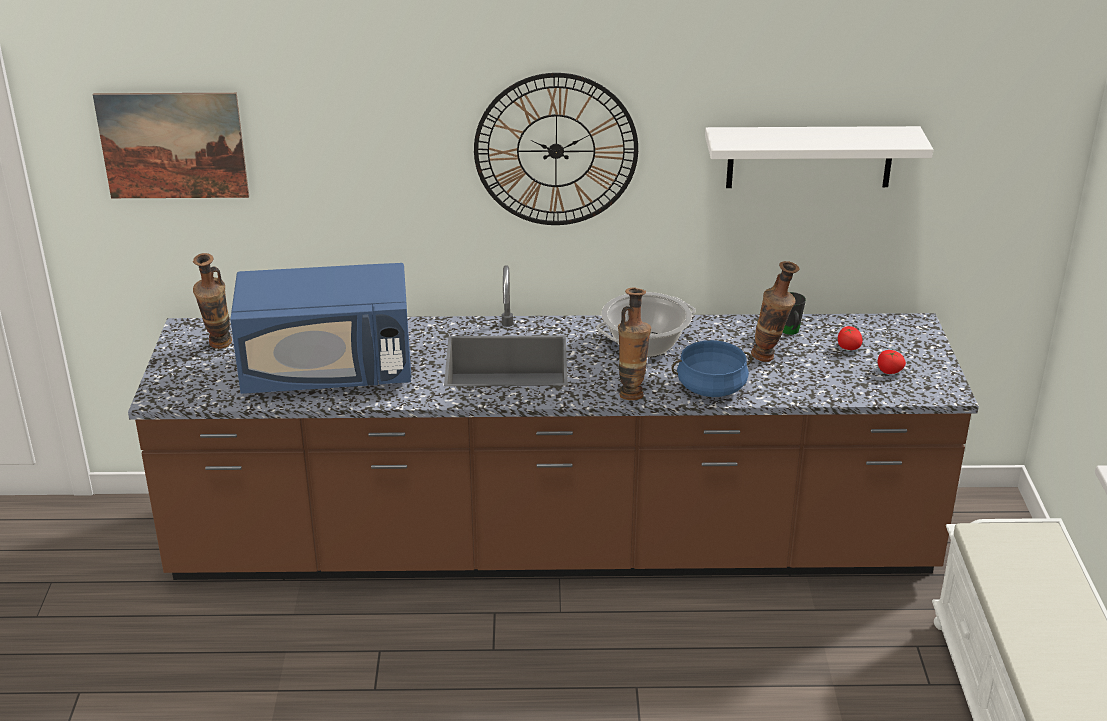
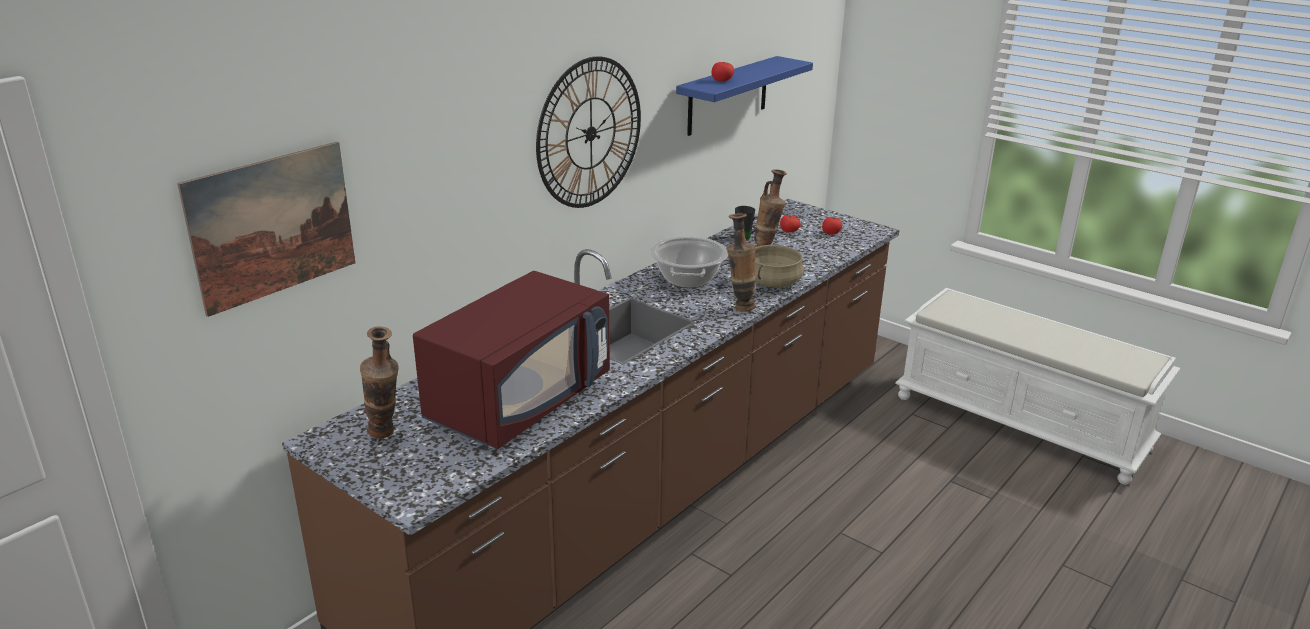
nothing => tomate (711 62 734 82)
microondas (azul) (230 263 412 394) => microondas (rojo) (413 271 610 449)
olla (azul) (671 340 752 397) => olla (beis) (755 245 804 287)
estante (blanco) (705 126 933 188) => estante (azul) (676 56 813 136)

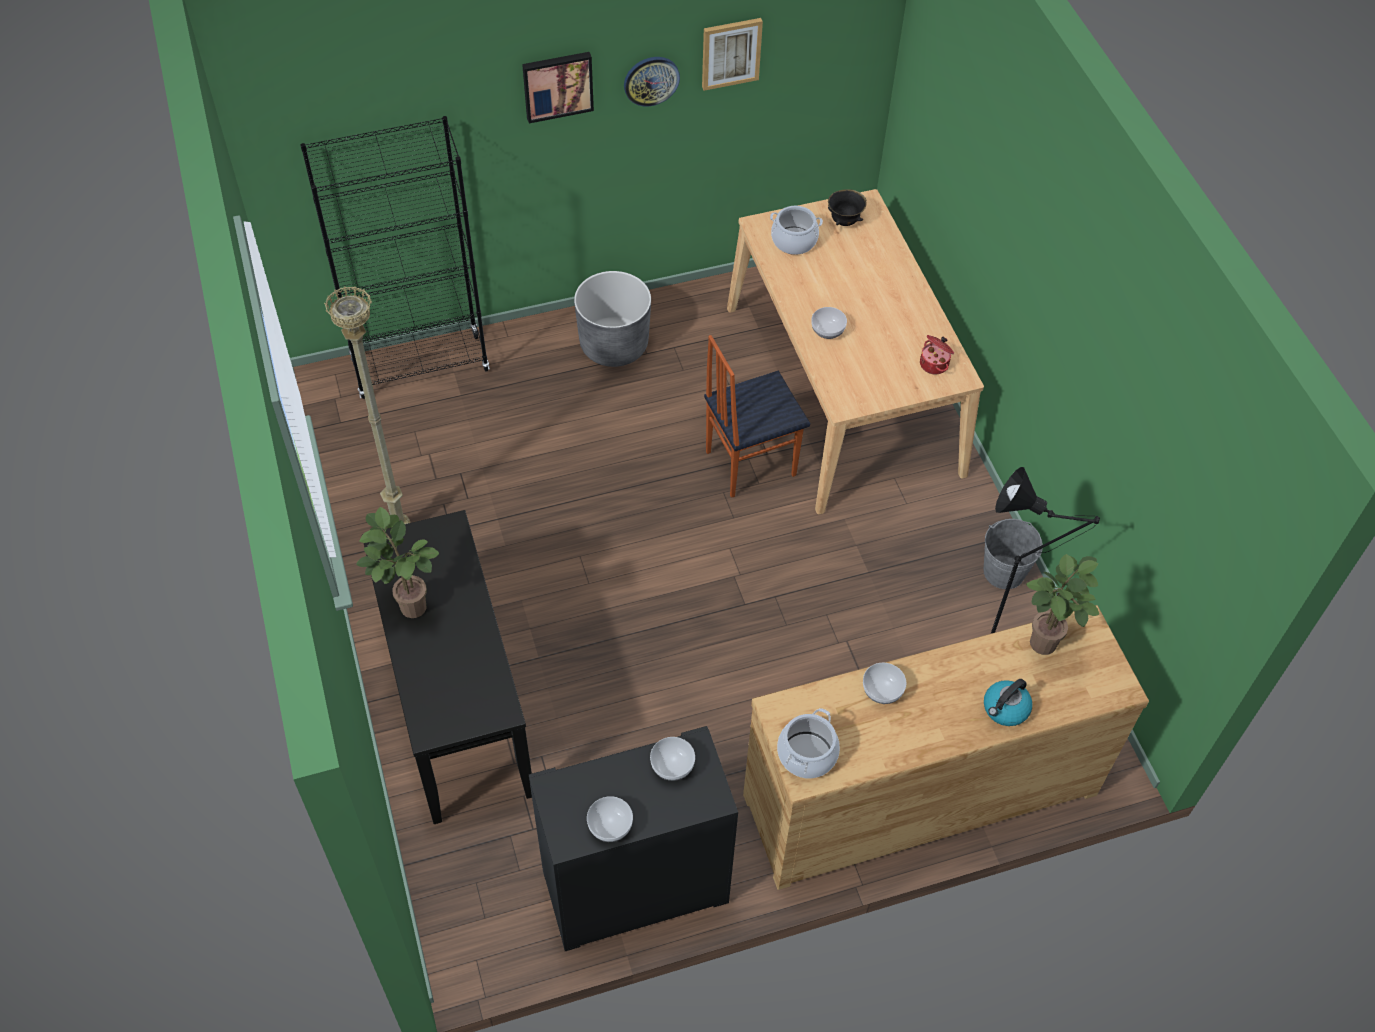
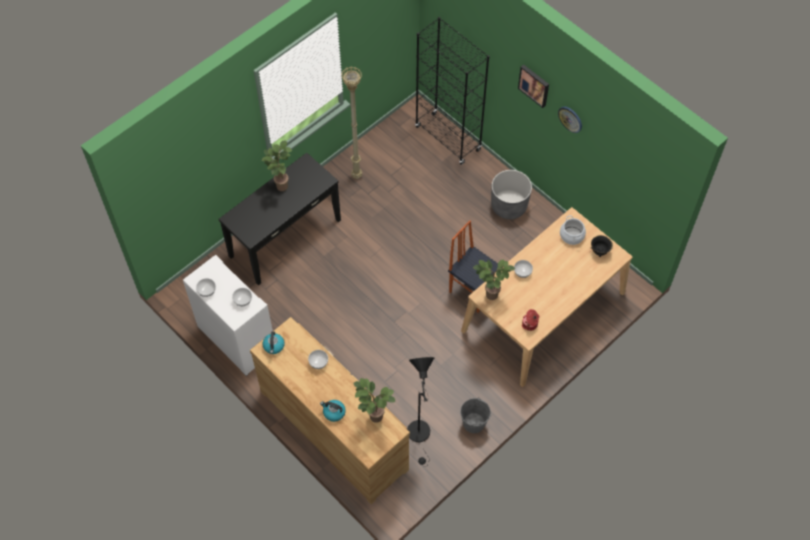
cuadro (702 18 763 91) => nothing
nothing => planta en maceta (473 260 515 300)
olla (777 708 840 778) => hervidor (263 331 285 354)
armario (negro) (529 726 738 951) => armario (blanco) (183 255 273 376)

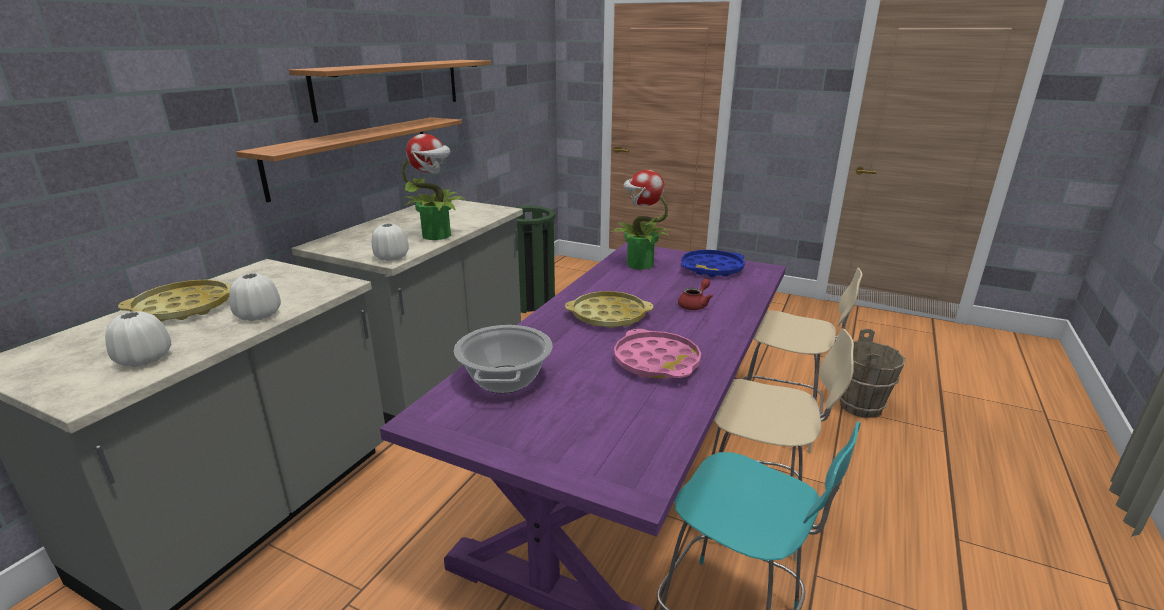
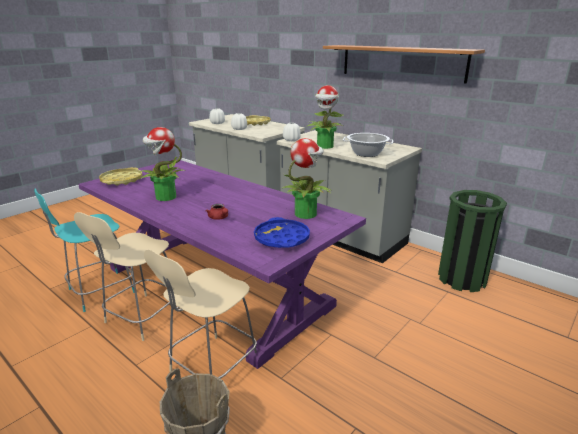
estante (236 117 462 202) => nothing
olla (454 325 553 393) => olla (343 133 394 157), moved
bandeja (amarillo) (565 291 653 328) => bandeja (amarillo) (99 167 142 186), moved
bandeja (rosa) (614 329 701 379) => planta en maceta (139 127 186 201)

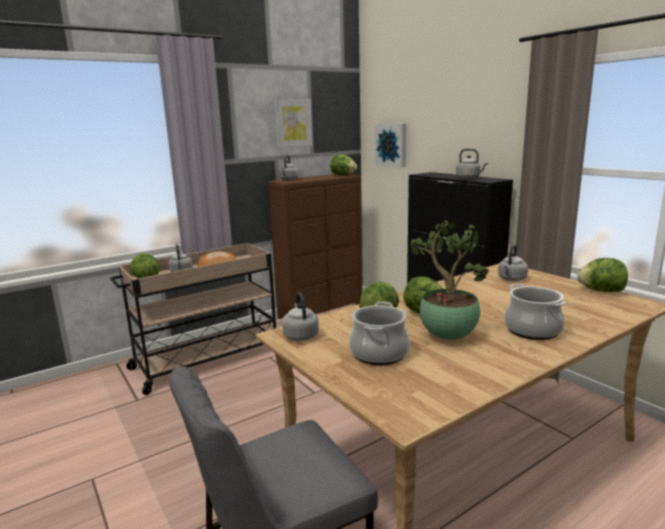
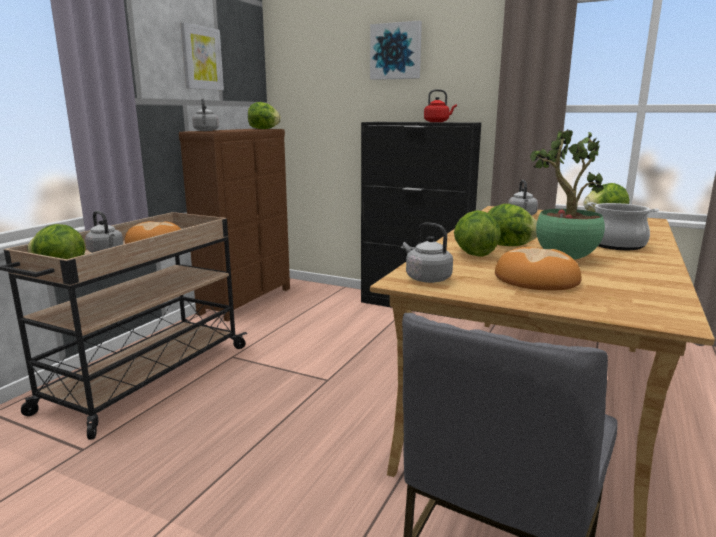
cuadro (375 124 406 167) => cuadro (370 21 422 80), moved
olla (349 302 410 365) => pan (495 247 582 291)
hervidor (gris) (456 149 488 179) => hervidor (rojo) (424 89 457 122)

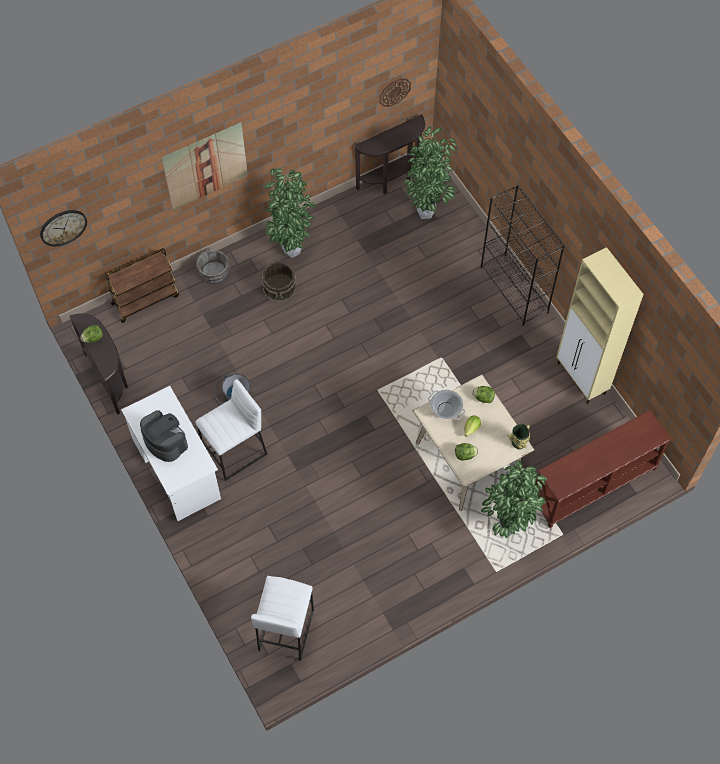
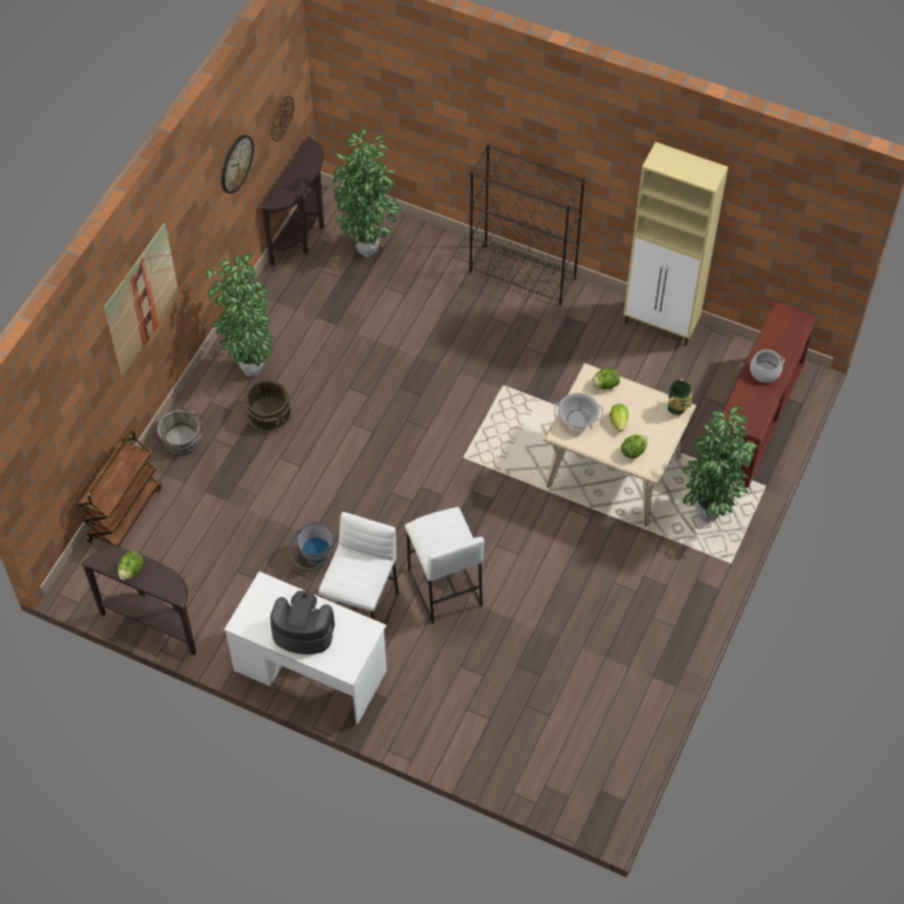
nothing => olla (750 349 785 383)
reloj de pared (40 210 87 246) => reloj de pared (221 135 254 194), moved
taburete (blanco) (251 576 314 661) => taburete (blanco) (405 507 484 624), moved

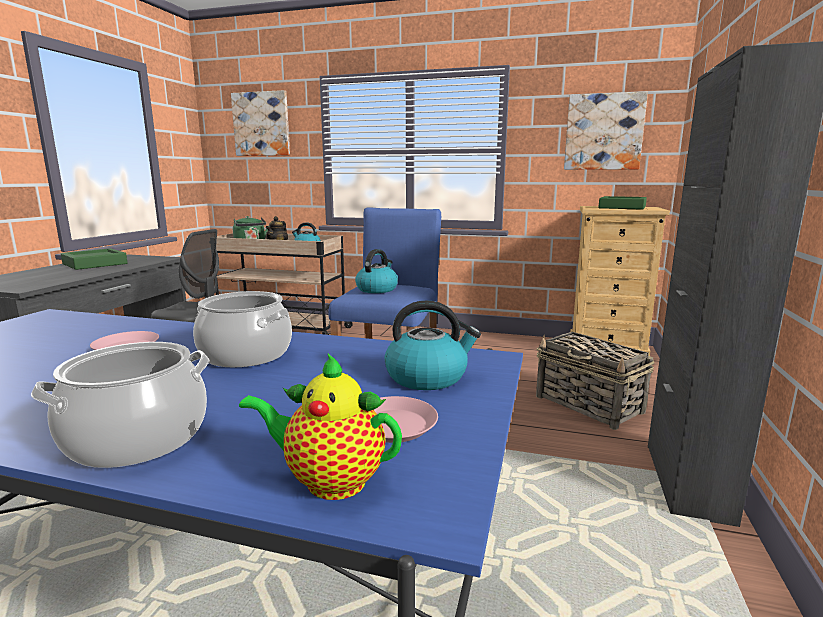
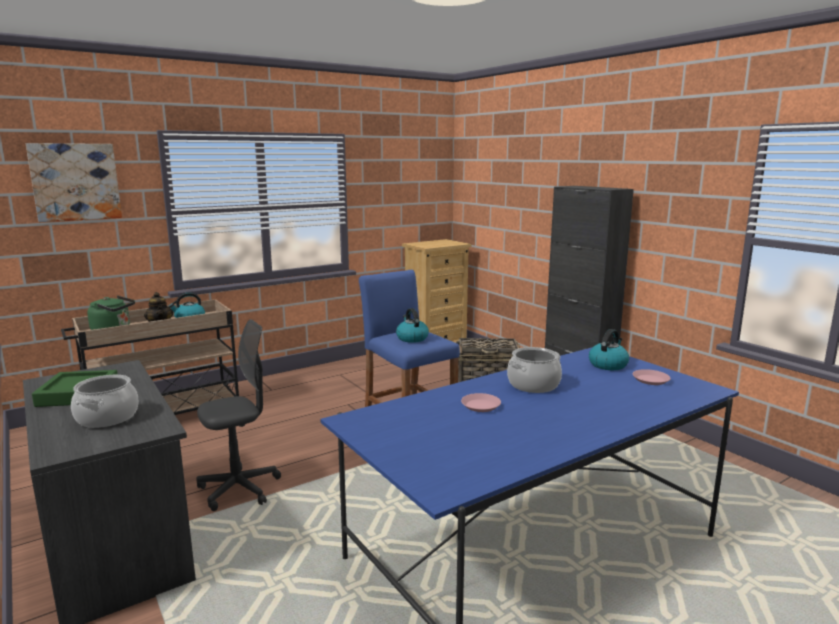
tetera (239 354 402 500) => nothing
cuadro (564 92 648 170) => nothing
bandeja (verde) (598 196 647 210) => nothing
olla (31 342 209 468) => olla (71 375 139 428), moved

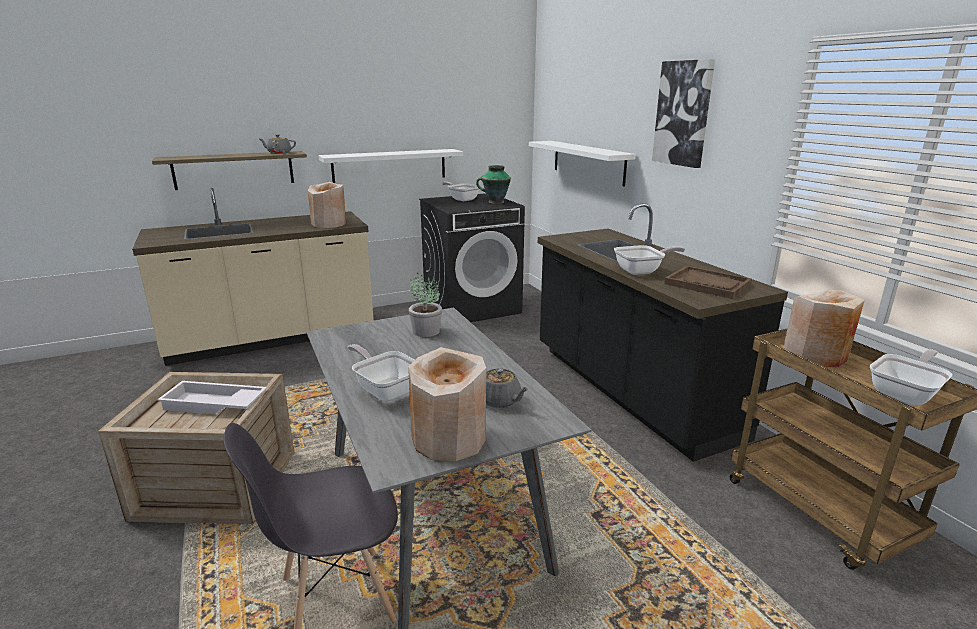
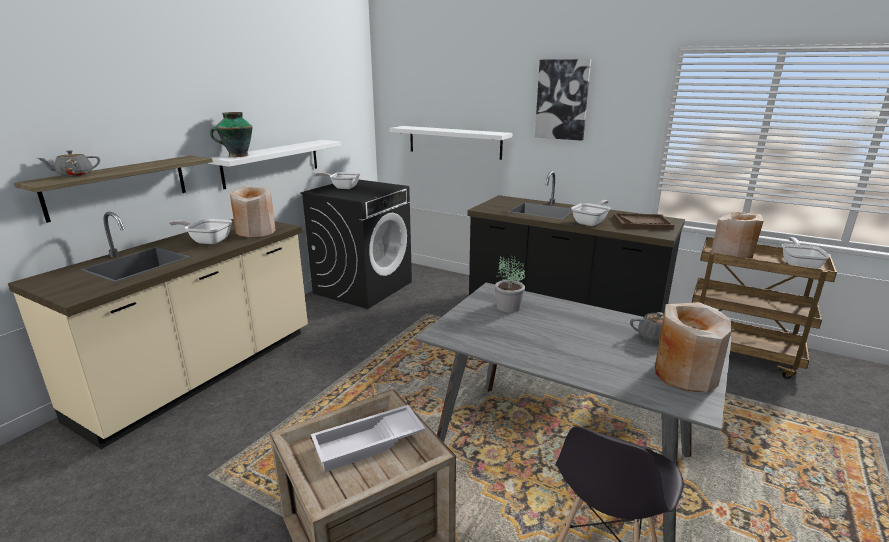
tetera (gris) (259 134 296 154) => tetera (gris) (37 150 100 177), moved
sartén (348 344 415 402) => sartén (169 219 232 244), moved
florero (476 165 511 204) => florero (210 112 252 157), moved

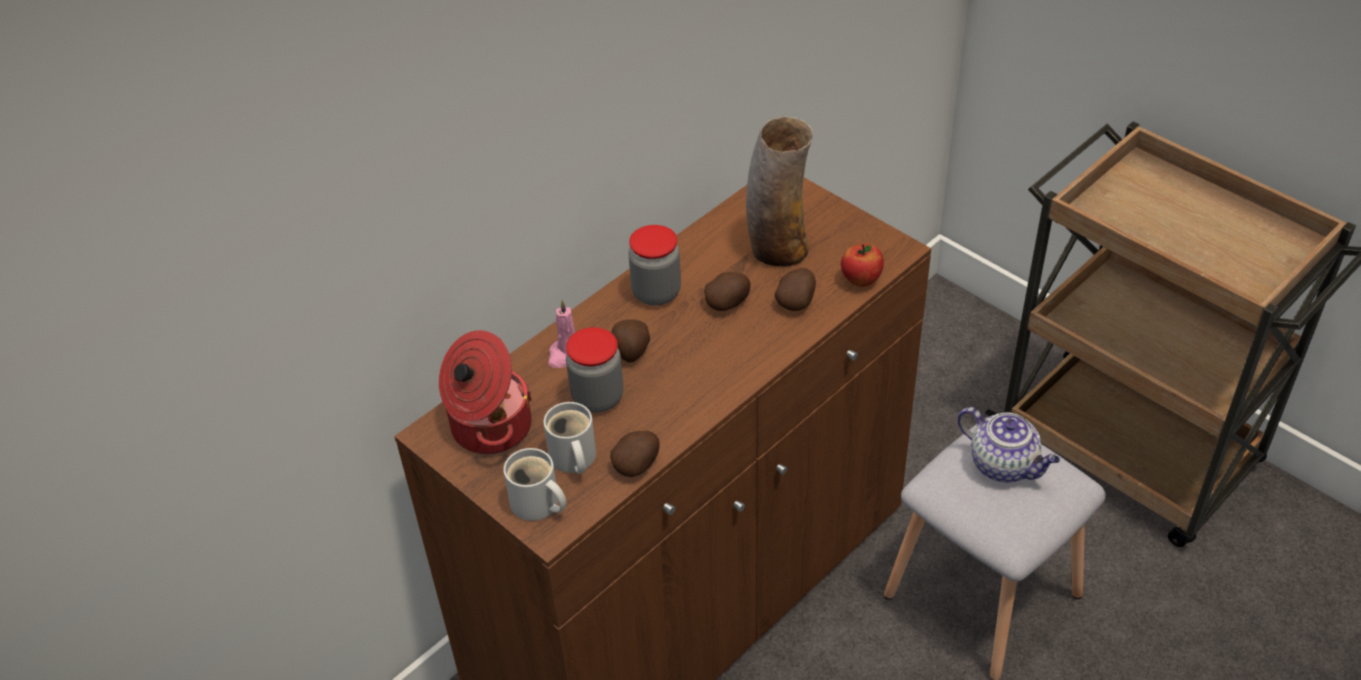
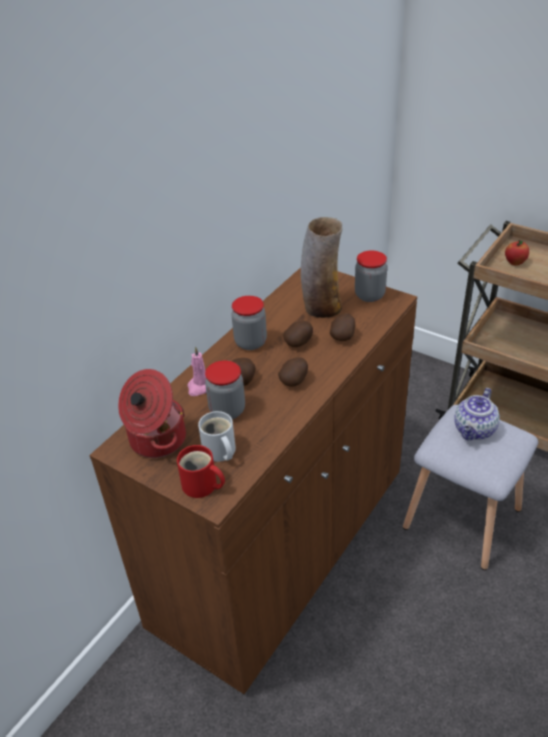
nothing => tarro (355 251 387 302)
patata (610 431 659 477) => patata (278 357 308 387), moved
manzana (841 244 884 287) => manzana (505 240 529 266), moved
taza grande (blanco) (503 448 566 521) => taza grande (rojo) (177 445 225 498)
tetera (958 407 1060 483) => tetera (454 388 500 441), 90 degrees clockwise

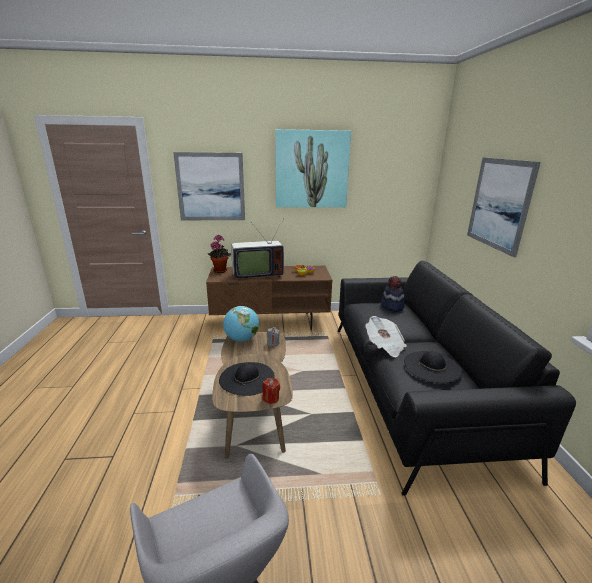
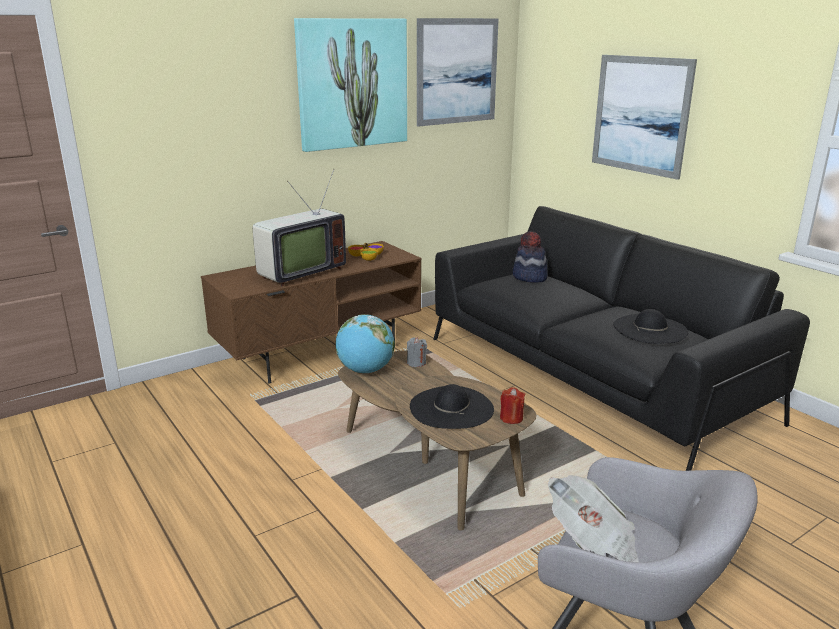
planta en maceta (207 235 231 273) => nothing
cuadro (173 152 245 220) => cuadro (417 18 499 127), moved
periódico (365 316 407 357) => periódico (548 475 638 562), moved

